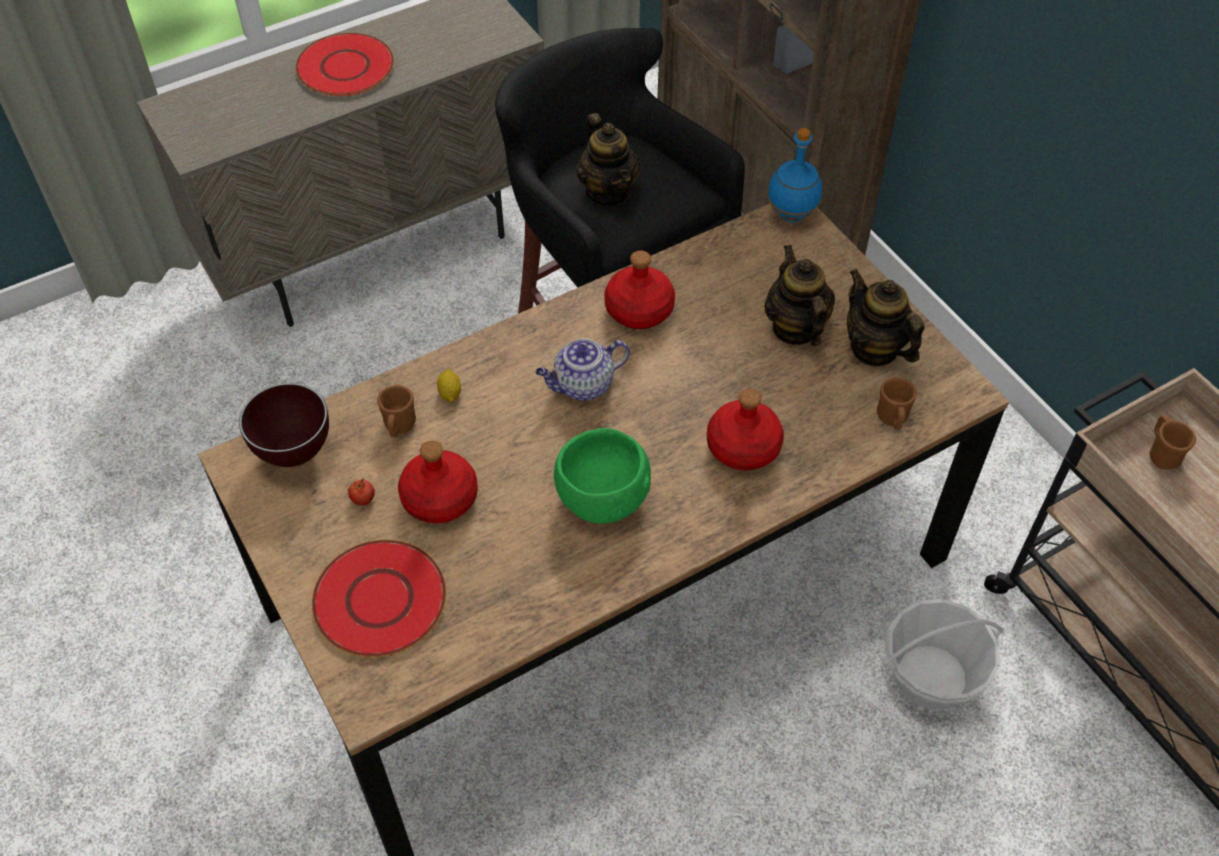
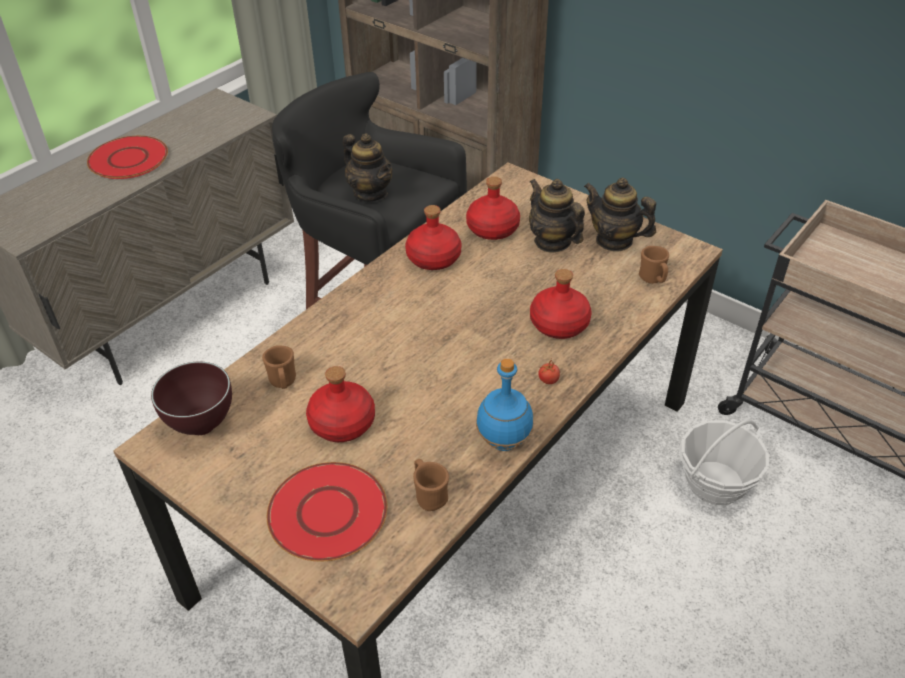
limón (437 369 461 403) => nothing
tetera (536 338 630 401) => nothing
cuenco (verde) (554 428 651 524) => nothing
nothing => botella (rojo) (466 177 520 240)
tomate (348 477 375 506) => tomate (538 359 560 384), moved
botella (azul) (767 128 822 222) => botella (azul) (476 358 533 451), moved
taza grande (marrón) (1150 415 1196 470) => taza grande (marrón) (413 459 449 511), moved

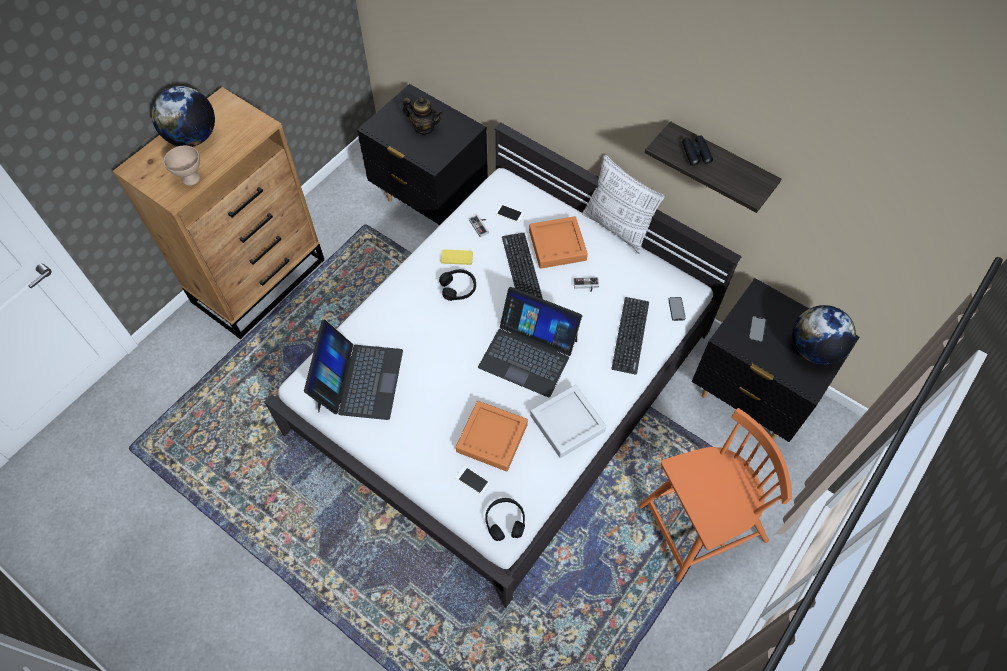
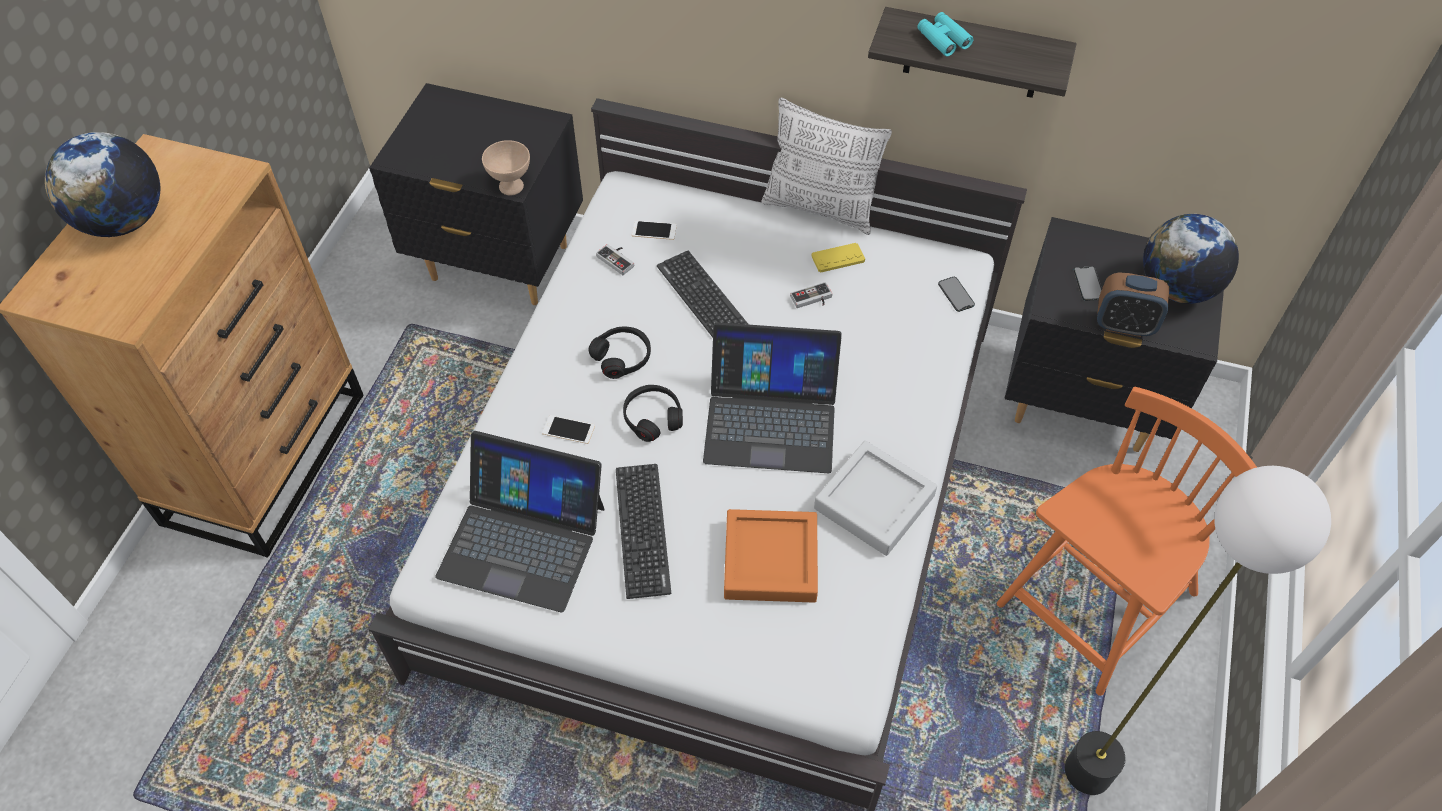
tetera (403 97 442 135) => nothing
bandeja (naranja) (529 216 588 269) => nothing
nothing => lámpara de pie (1065 466 1331 795)
nothing => despertador (1097 272 1169 337)
cuenco (beis) (164 145 200 186) => cuenco (beis) (482 140 530 195), moved
mando de consola (amarillo) (441 249 473 265) => mando de consola (amarillo) (811 243 865 273), moved
móvil (455 466 490 495) => móvil (542 415 595 444), moved
auriculares (negro) (485 498 525 541) => auriculares (negro) (623 385 683 442), moved
teclado (611 297 649 375) => teclado (616 464 671 599), moved
prismáticos (negro) (682 136 713 166) => prismáticos (turquesa) (917 12 973 57)
portátil (304 319 403 420) => portátil (435 431 605 613), 120 degrees clockwise

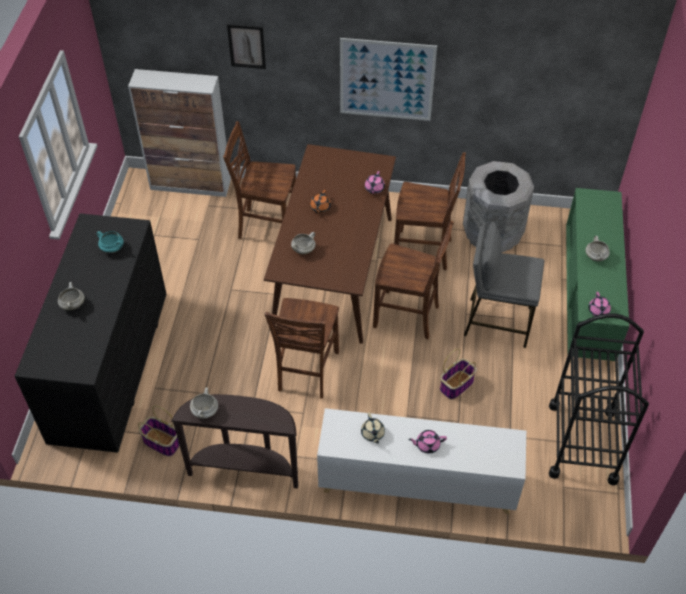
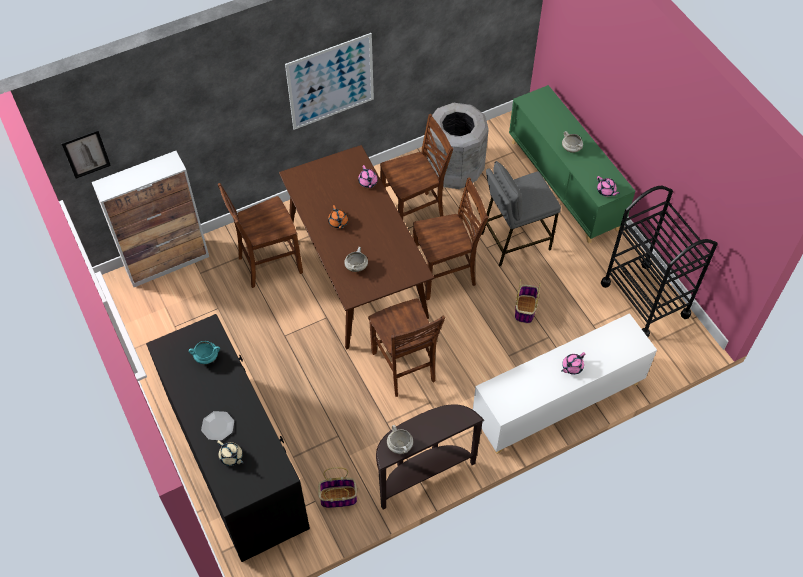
cuadro (227 24 266 69) => cuadro (61 130 111 179), moved
tetera (beis) (361 412 385 443) => tetera (beis) (217 440 243 466), moved
olla (blanco) (58 282 85 310) => plato (201 411 234 440)

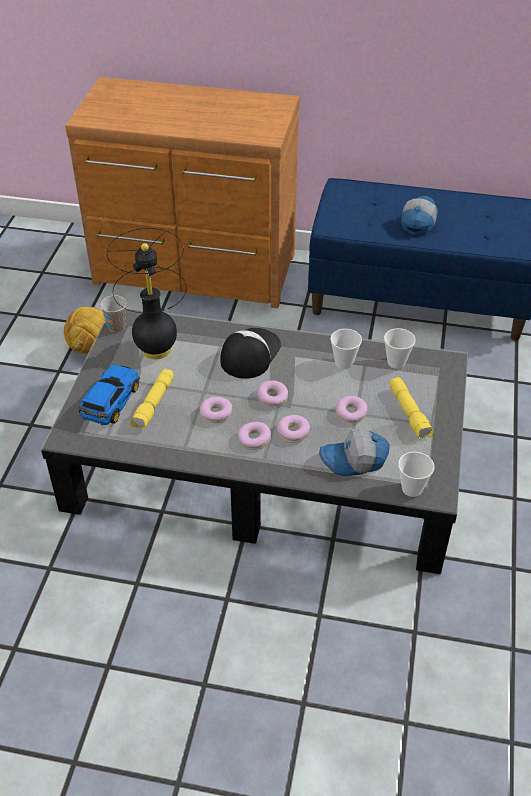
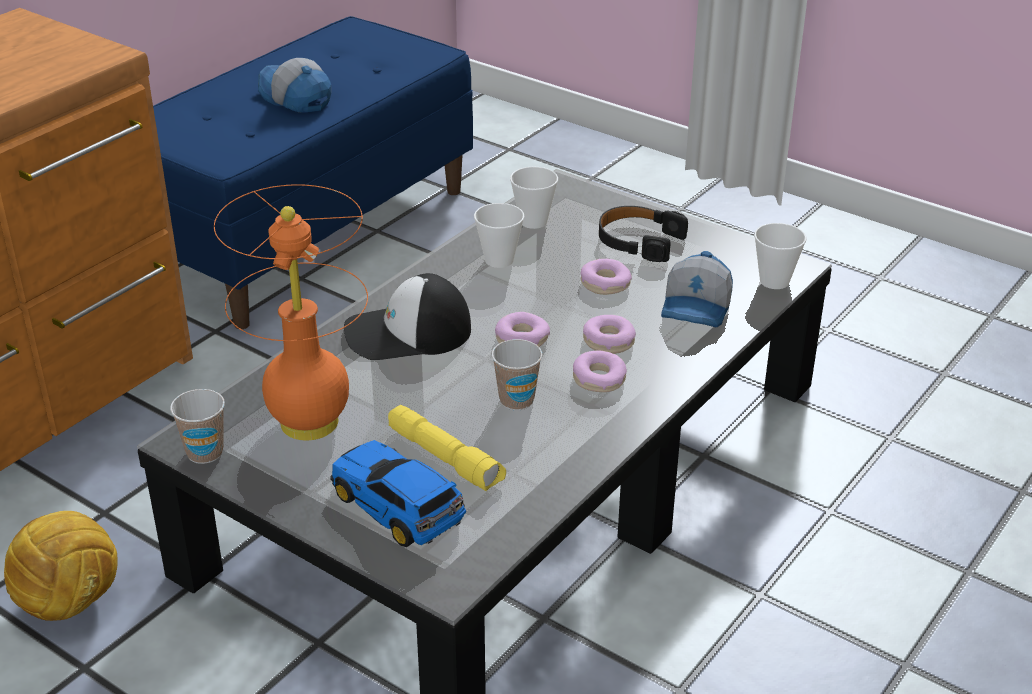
rosquilla (200 397 233 423) => taza (492 339 542 410)
linterna (amarillo) (389 377 434 439) => auriculares (negro) (599 206 688 262)
lámpara de mesa (negro) (107 228 187 359) => lámpara de mesa (naranja) (214 184 368 441)
gorra (220 328 281 379) => gorra (344 273 471 360), 60 degrees counterclockwise

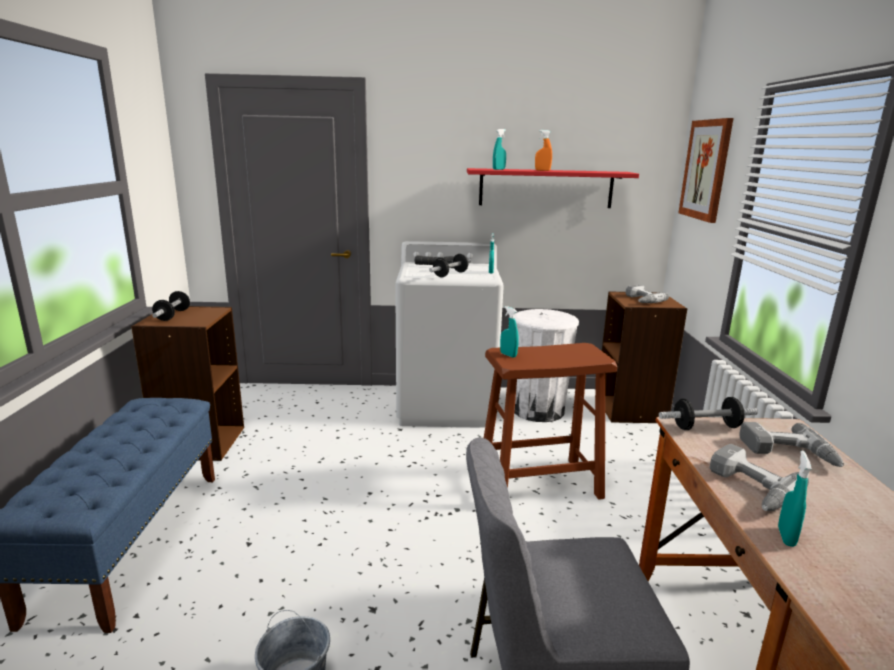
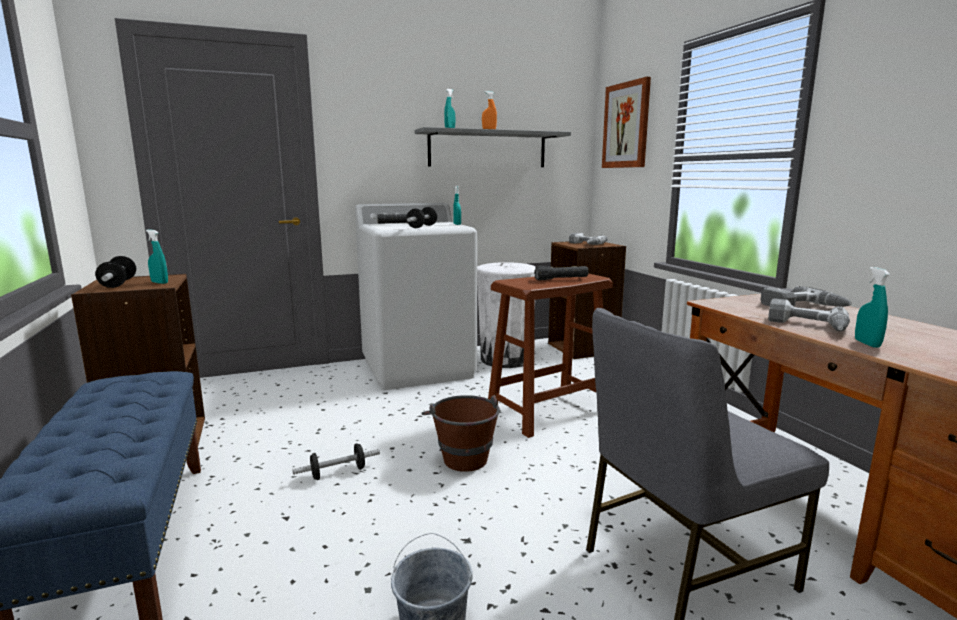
nothing => cubo (marrón) (421 395 500 472)
nothing => linterna (negro) (534 266 589 280)
pulverizador (turquesa) (500 306 519 358) => pulverizador (turquesa) (146 230 168 284), moved
mancuerna (659 397 758 430) => mancuerna (292 443 380 480), moved
estante (rojo) (467 168 639 208) => estante (gris) (415 127 571 167)

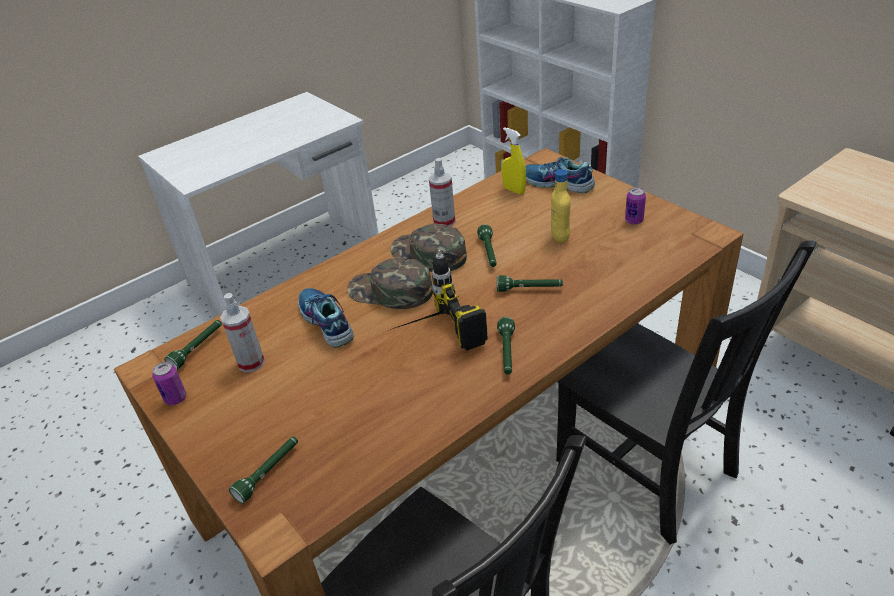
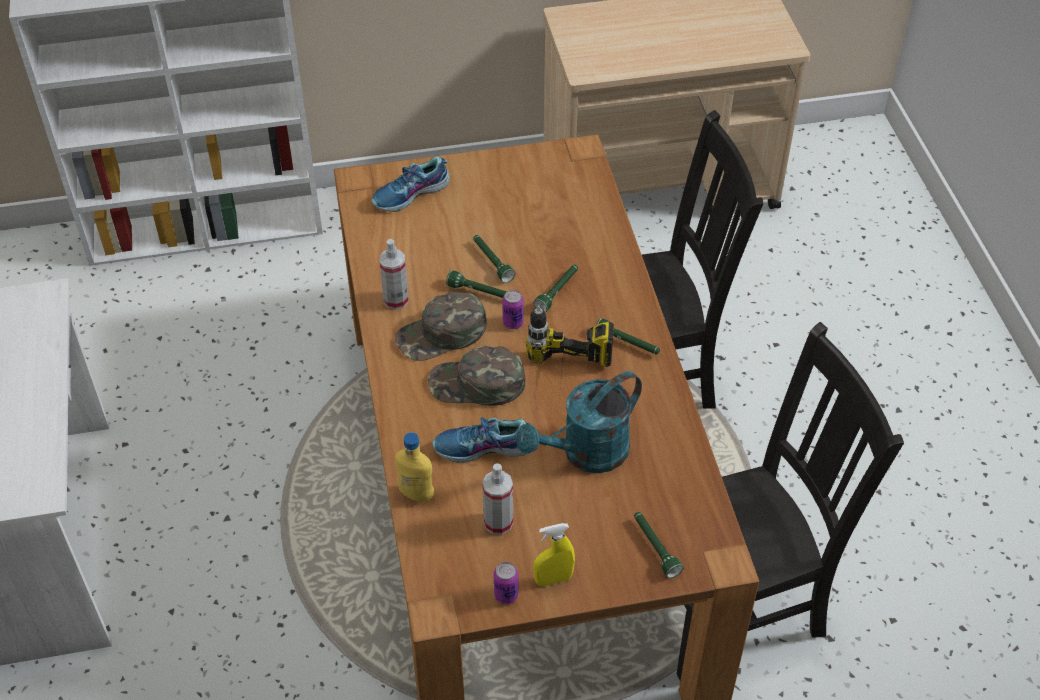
nothing => regadera (turquesa) (516 371 642 473)
linterna (verde) (164 320 222 370) => linterna (verde) (473 235 515 283), moved
pulverizador (amarillo) (502 127 526 194) => pulverizador (amarillo) (533 523 575 586), moved
botella (amarillo) (551 169 571 243) => botella (amarillo) (395 432 434 502), moved
lata (625 187 646 225) => lata (502 290 524 329), moved
gorra (verde) (347 257 433 309) => gorra (verde) (428 346 525 406), 45 degrees clockwise

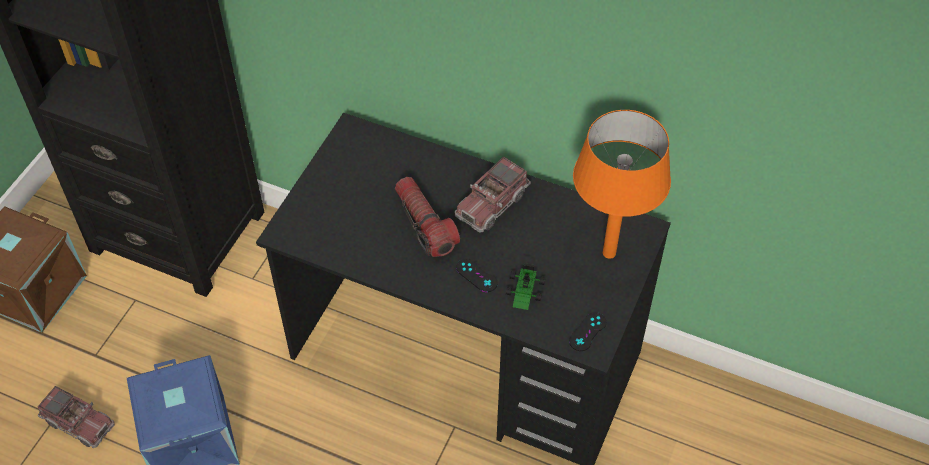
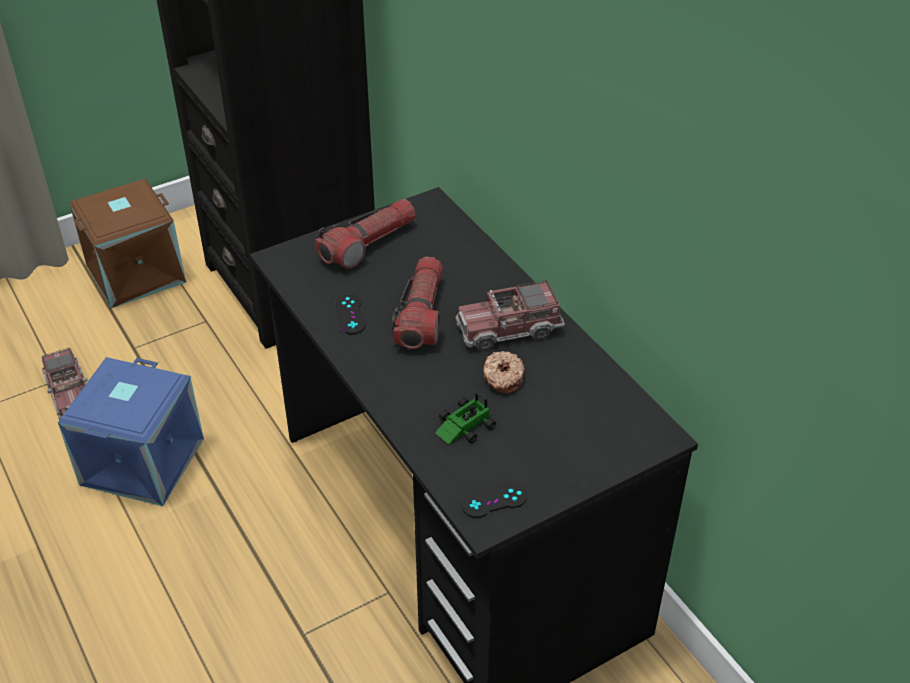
lámpara de mesa (naranja) (573 110 671 259) => nothing
nothing => linterna (315 199 416 269)
nothing => rosquilla (483 351 525 393)
mando de consola (negro) (456 258 498 292) => mando de consola (negro) (336 294 366 334), moved

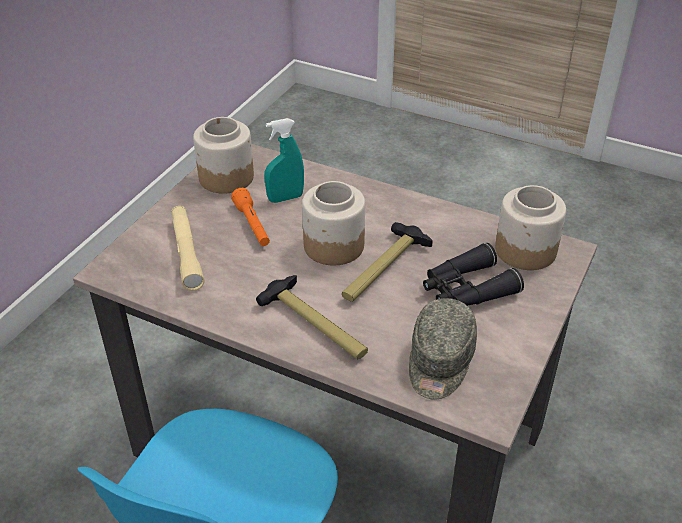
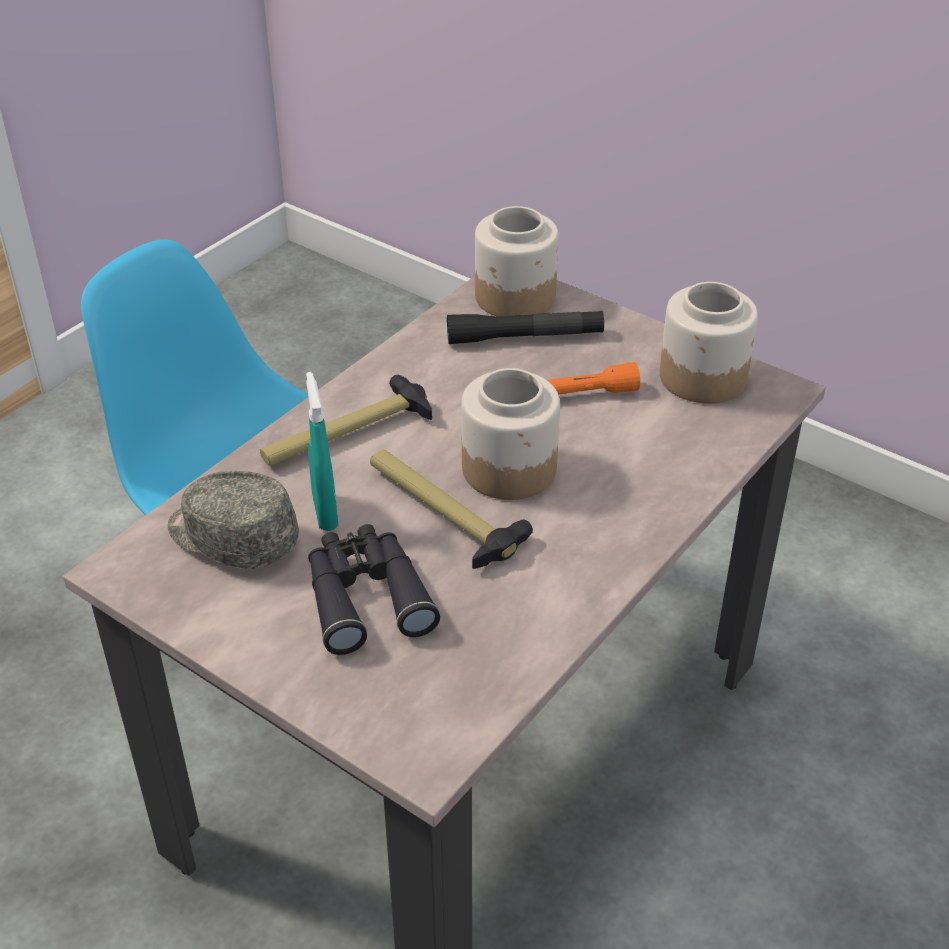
pulverizador (turquesa) (265 118 304 203) => pulverizador (turquesa) (306 372 338 531), moved
tarro (495 185 566 270) => tarro (475 206 559 316), moved
linterna (beis) (171 206 205 291) => linterna (negro) (447 311 604 344)

